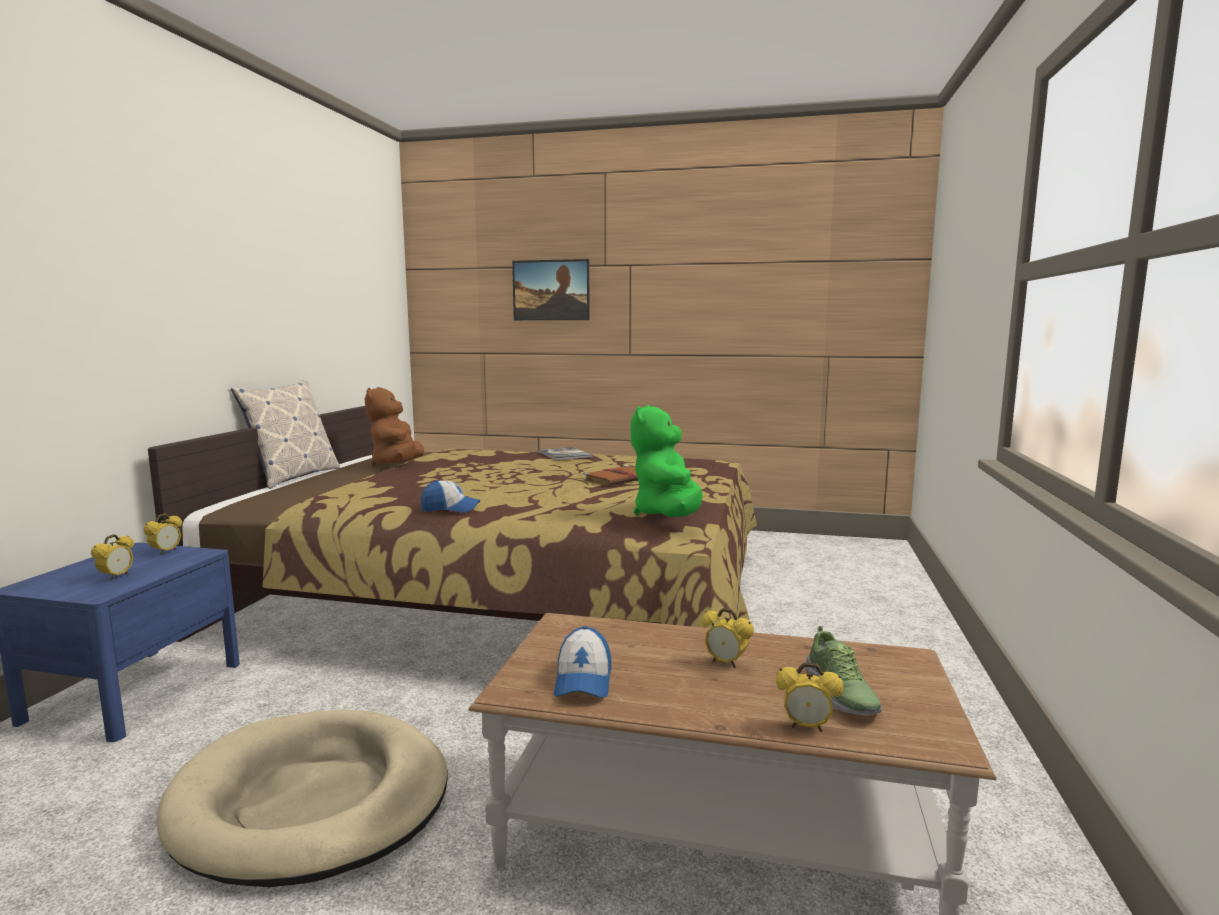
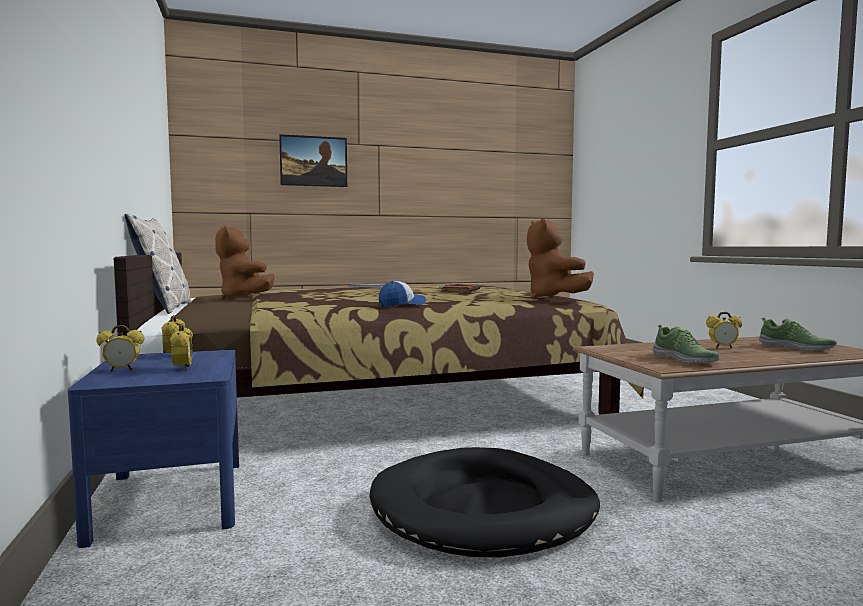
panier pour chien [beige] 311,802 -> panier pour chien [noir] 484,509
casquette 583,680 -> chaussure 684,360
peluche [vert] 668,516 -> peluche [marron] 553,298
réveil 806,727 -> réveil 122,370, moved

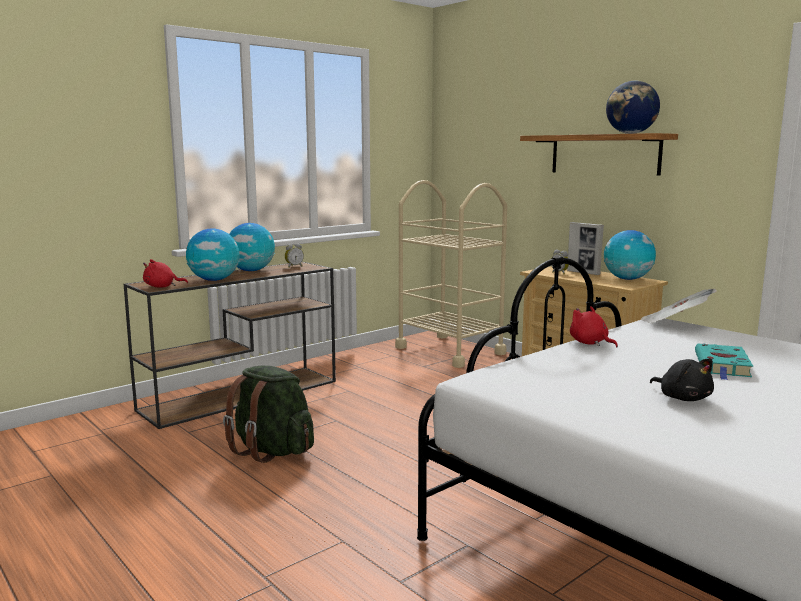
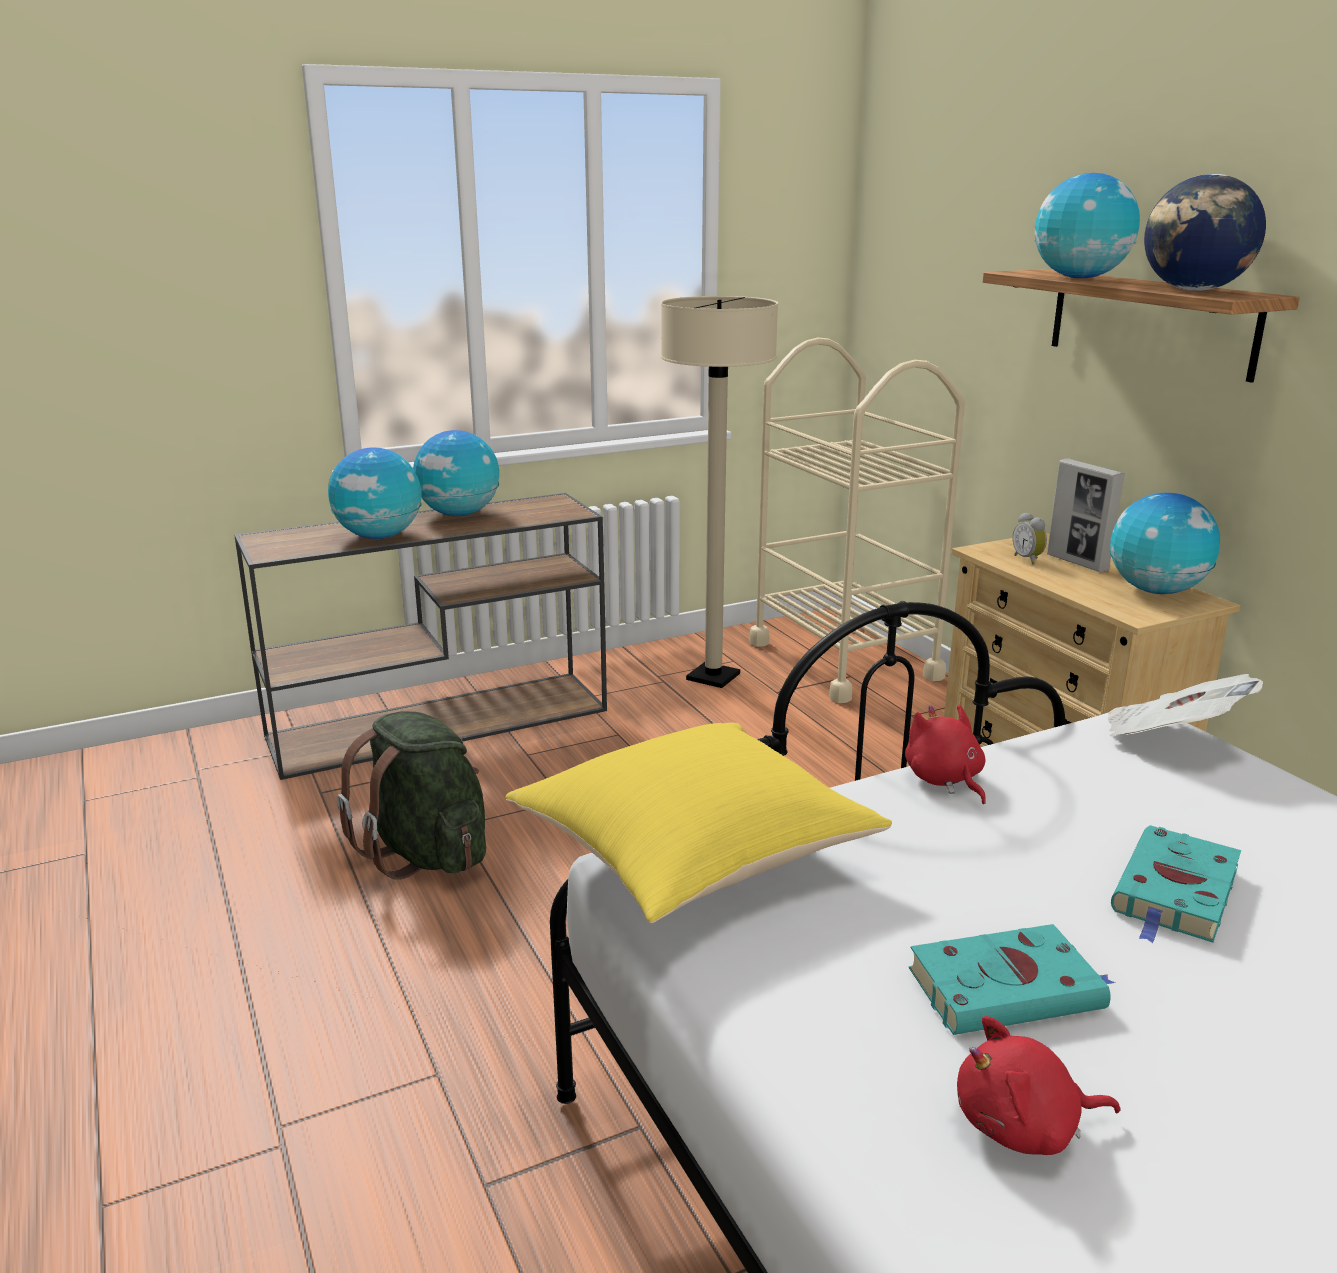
peluche [rouge] 162,287 -> peluche [rouge] 1023,1127, moved
réveil 294,266 -> none
peluche [noir] 683,398 -> livre [turquoise] 1009,988
none -> coussin [jaune] 694,862
none -> lampadaire [beige] 713,677
none -> globe 1080,278

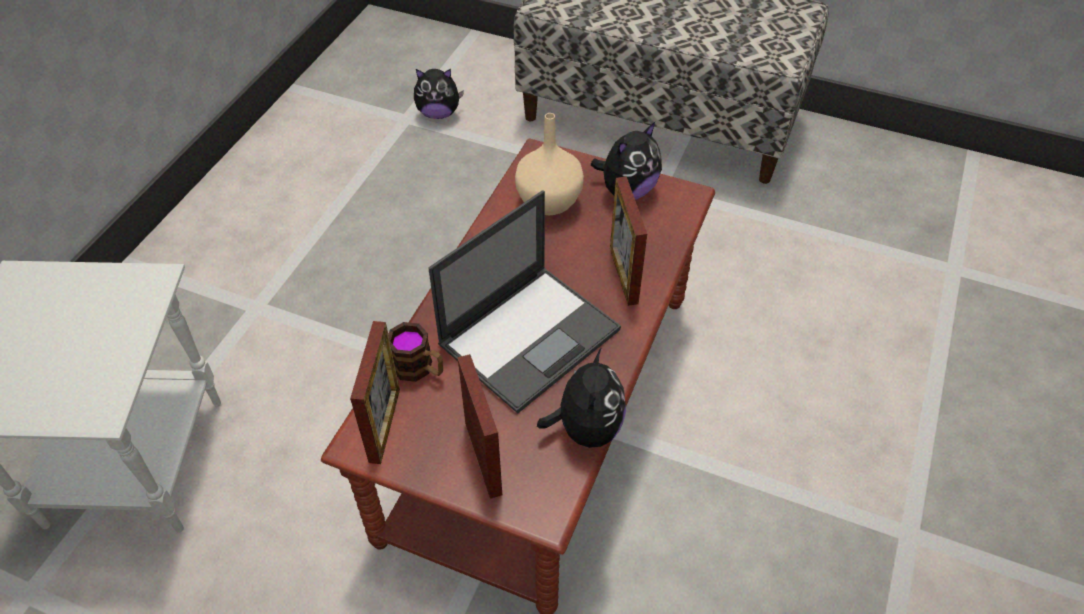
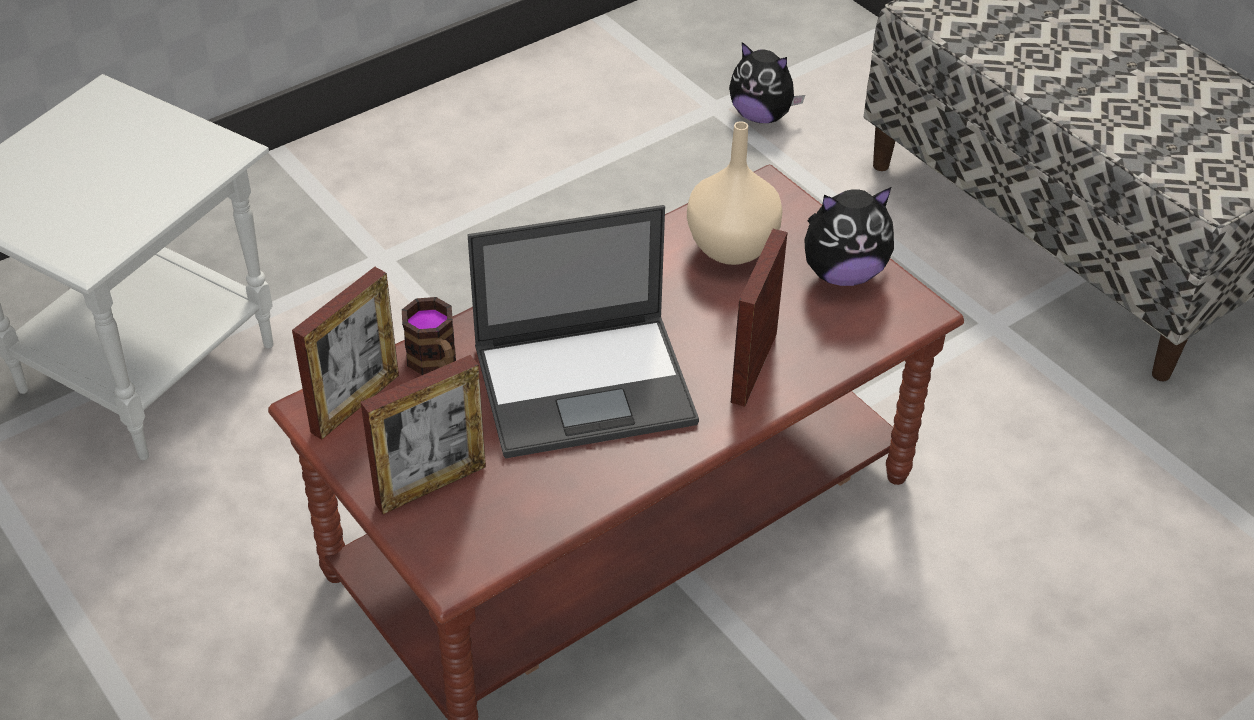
cadre photo 483,458 -> cadre photo 431,485, 45 degrees clockwise
peluche 586,428 -> none

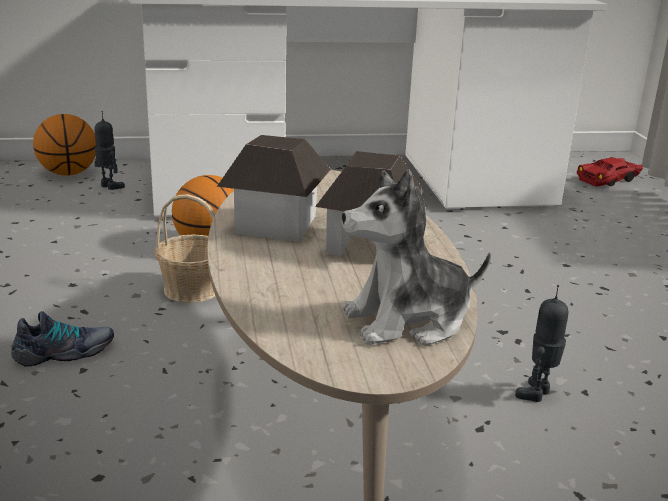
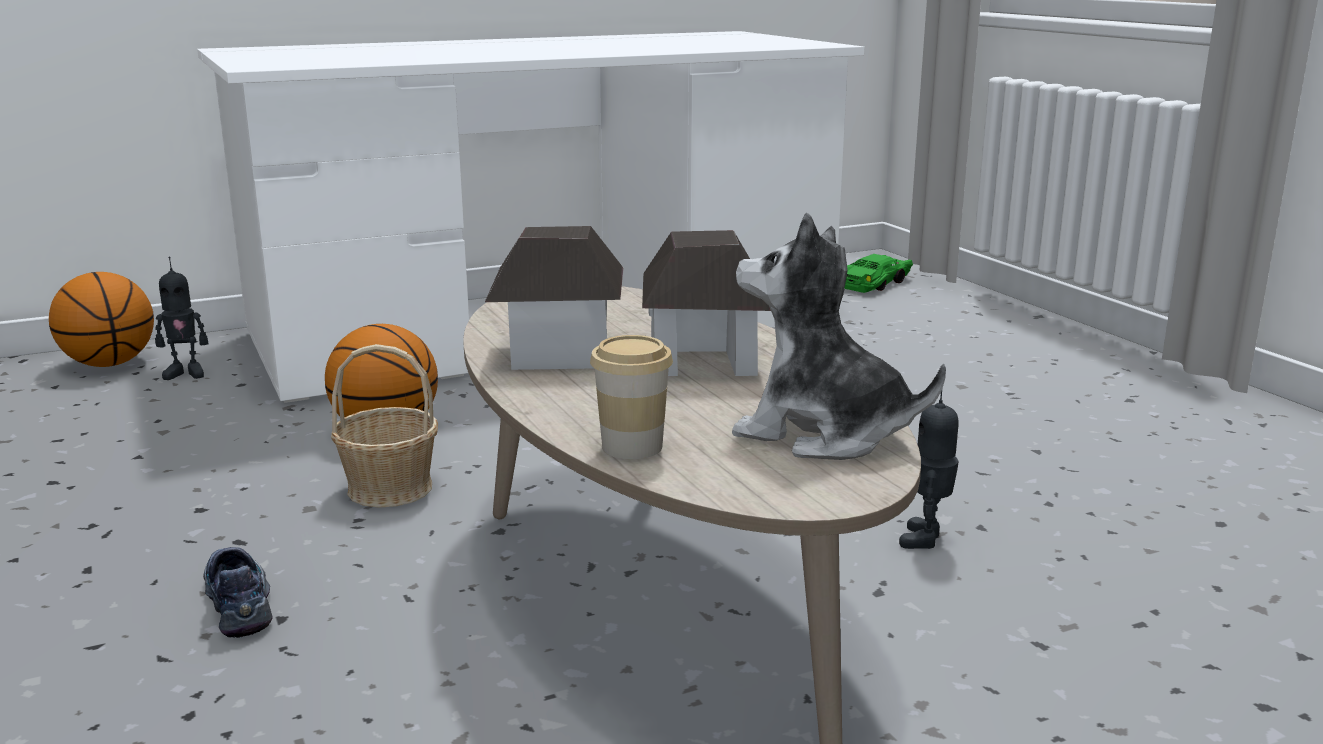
chaussure 65,353 -> chaussure 240,601, 75 degrees counterclockwise
robot jouet 109,187 -> robot jouet 186,373, 150 degrees clockwise
peluche 408,321 -> peluche 822,434, 60 degrees clockwise
petite voiture [rouge] 609,180 -> petite voiture [vert] 875,284
none -> tasse 632,447

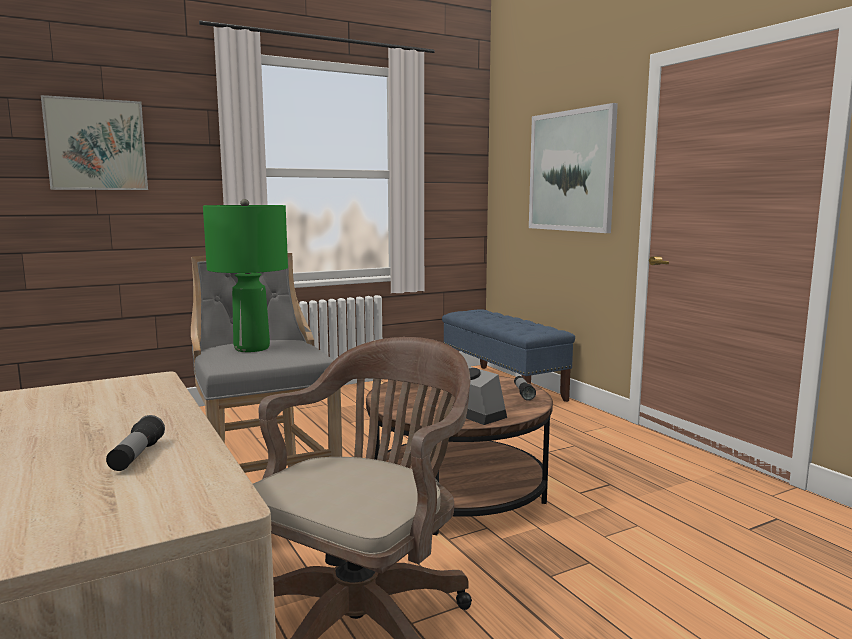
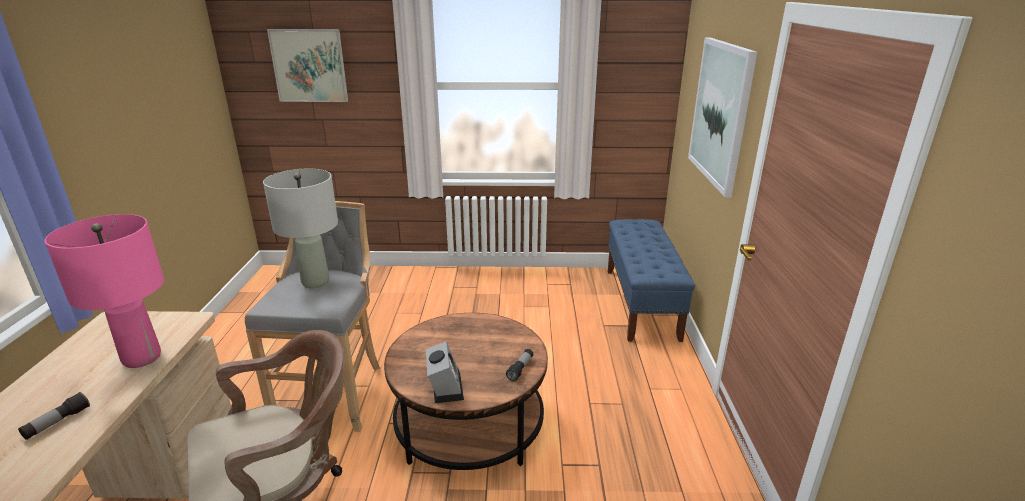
lampe de table [vert] 252,348 -> lampe de table [gris] 316,282
none -> lampe de table [rose] 141,358

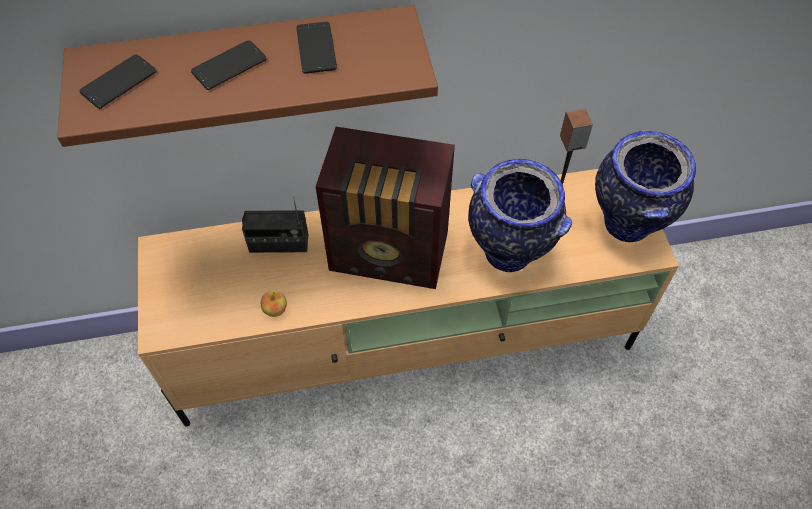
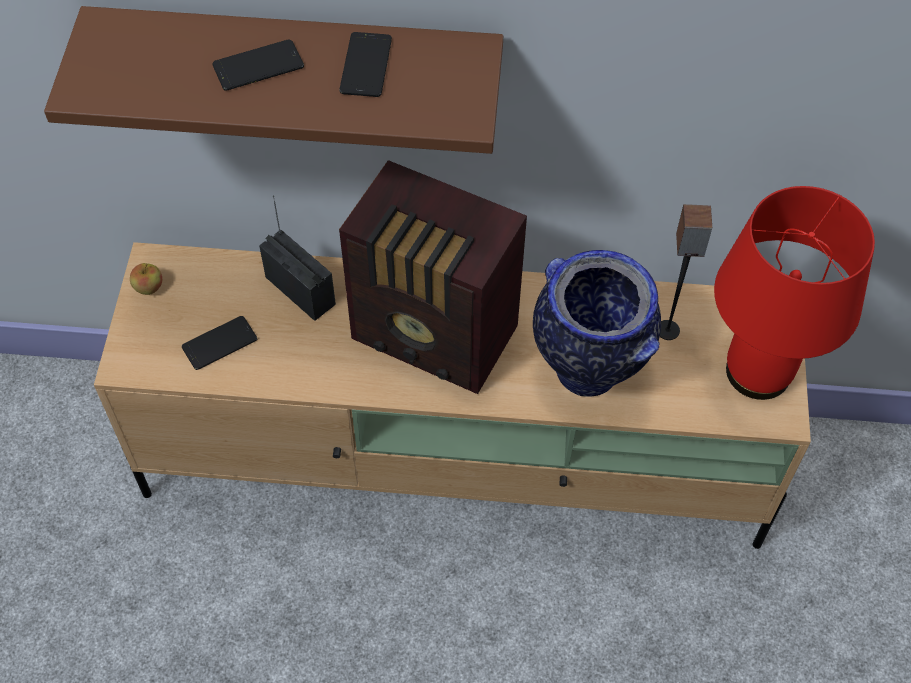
téléphone 119,82 -> téléphone 219,343, moved
radio 279,243 -> radio 300,290, 150 degrees counterclockwise
pomme 275,310 -> pomme 149,287, moved
vase 627,226 -> lampe de table [rouge] 759,373

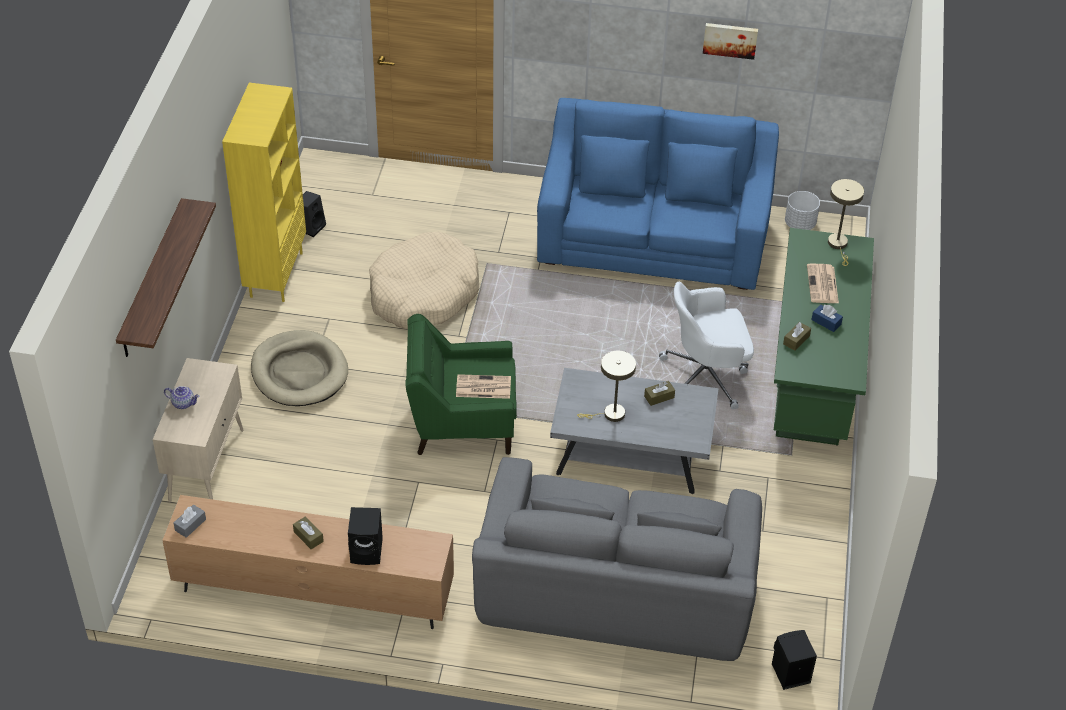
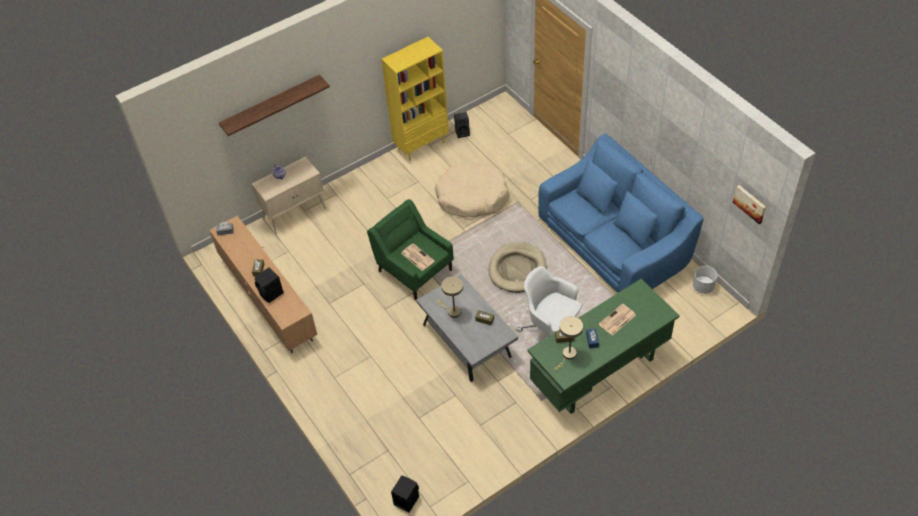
panier pour chien [beige] 299,372 -> panier pour chien [beige] 517,269, moved
canapé [gris] 615,594 -> none
tableau 730,39 -> tableau 750,203, moved
lampe de table [beige] 838,245 -> lampe de table [beige] 568,355, moved

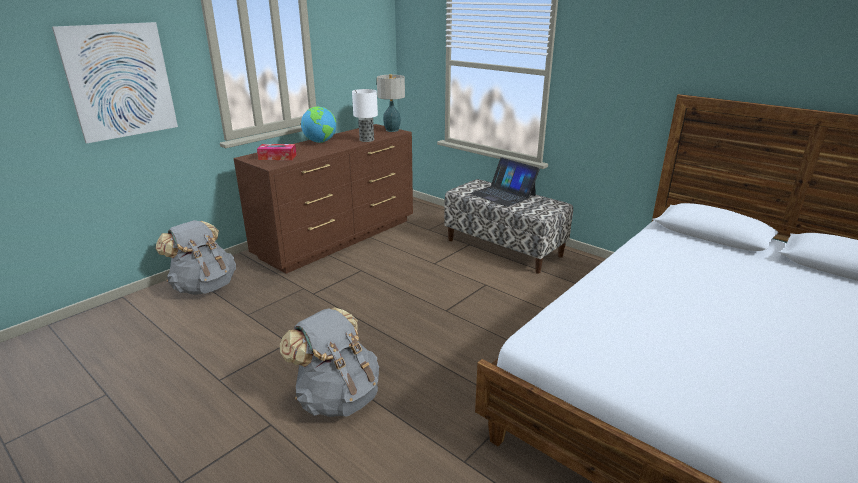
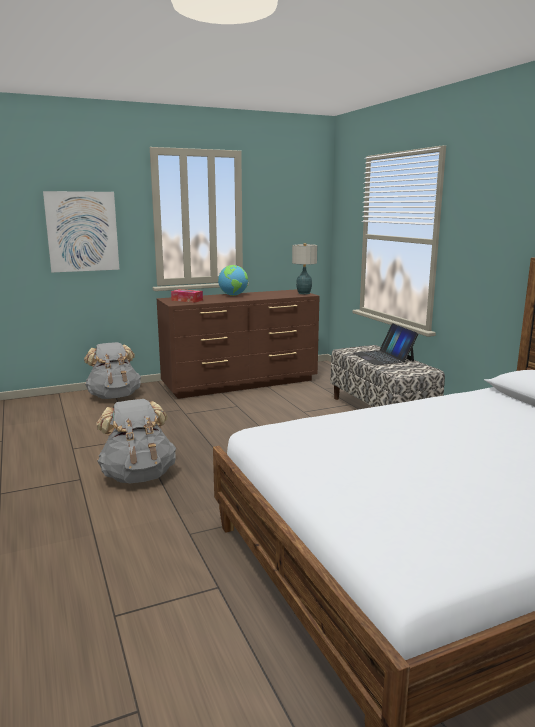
lampe de table 366,140 -> none

